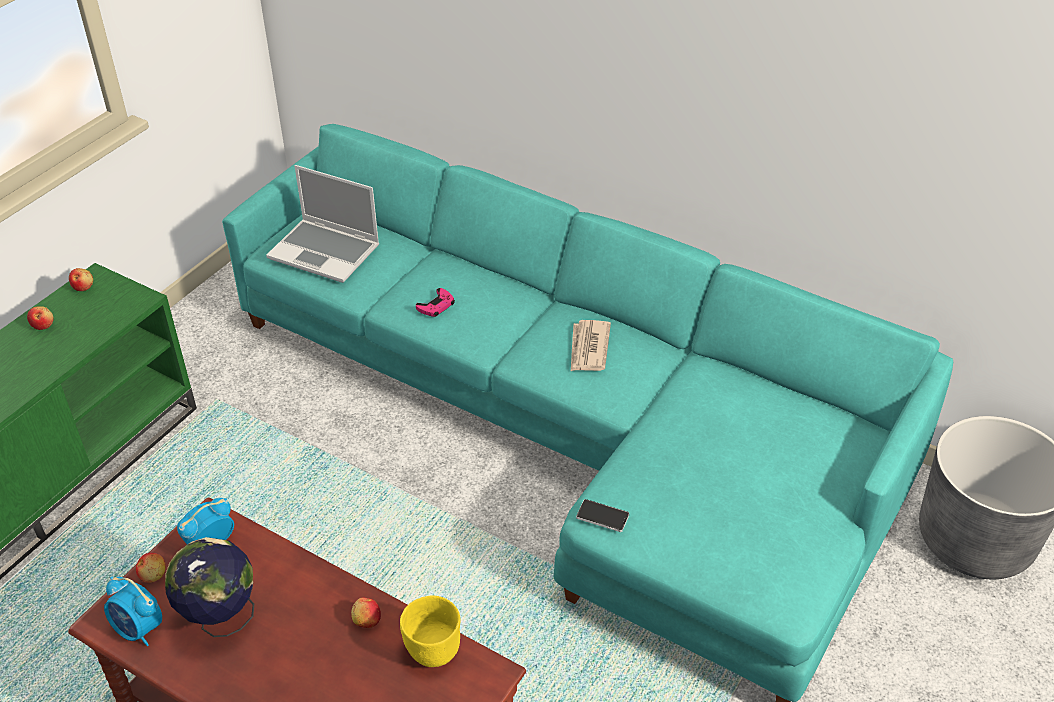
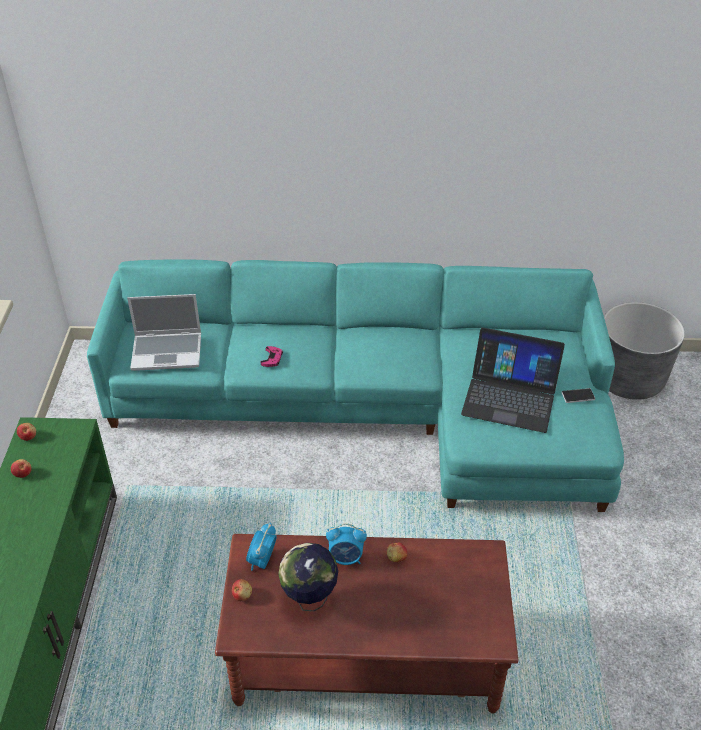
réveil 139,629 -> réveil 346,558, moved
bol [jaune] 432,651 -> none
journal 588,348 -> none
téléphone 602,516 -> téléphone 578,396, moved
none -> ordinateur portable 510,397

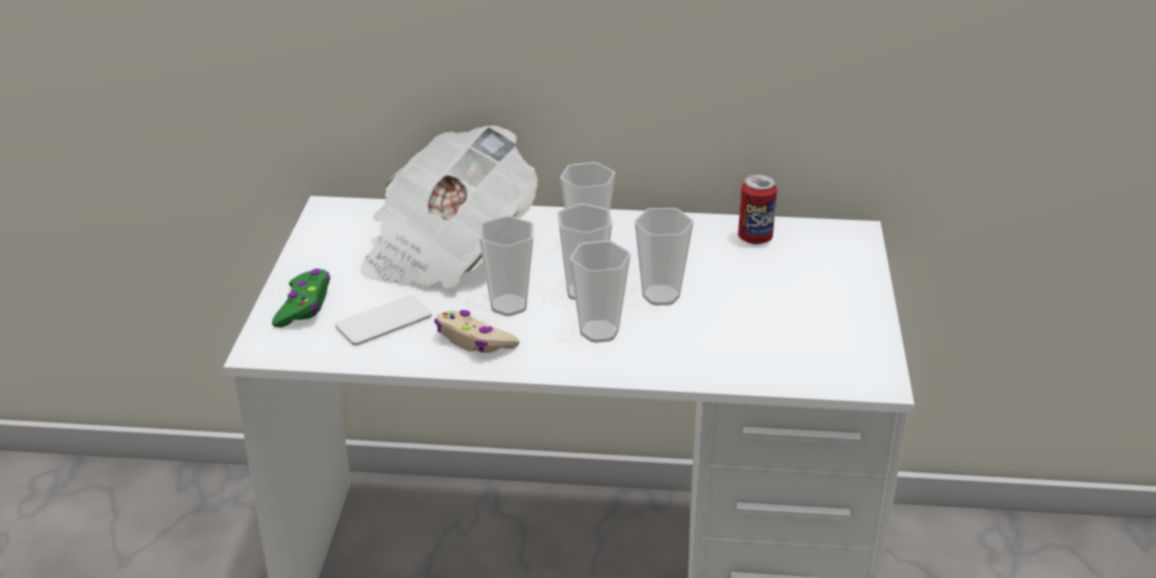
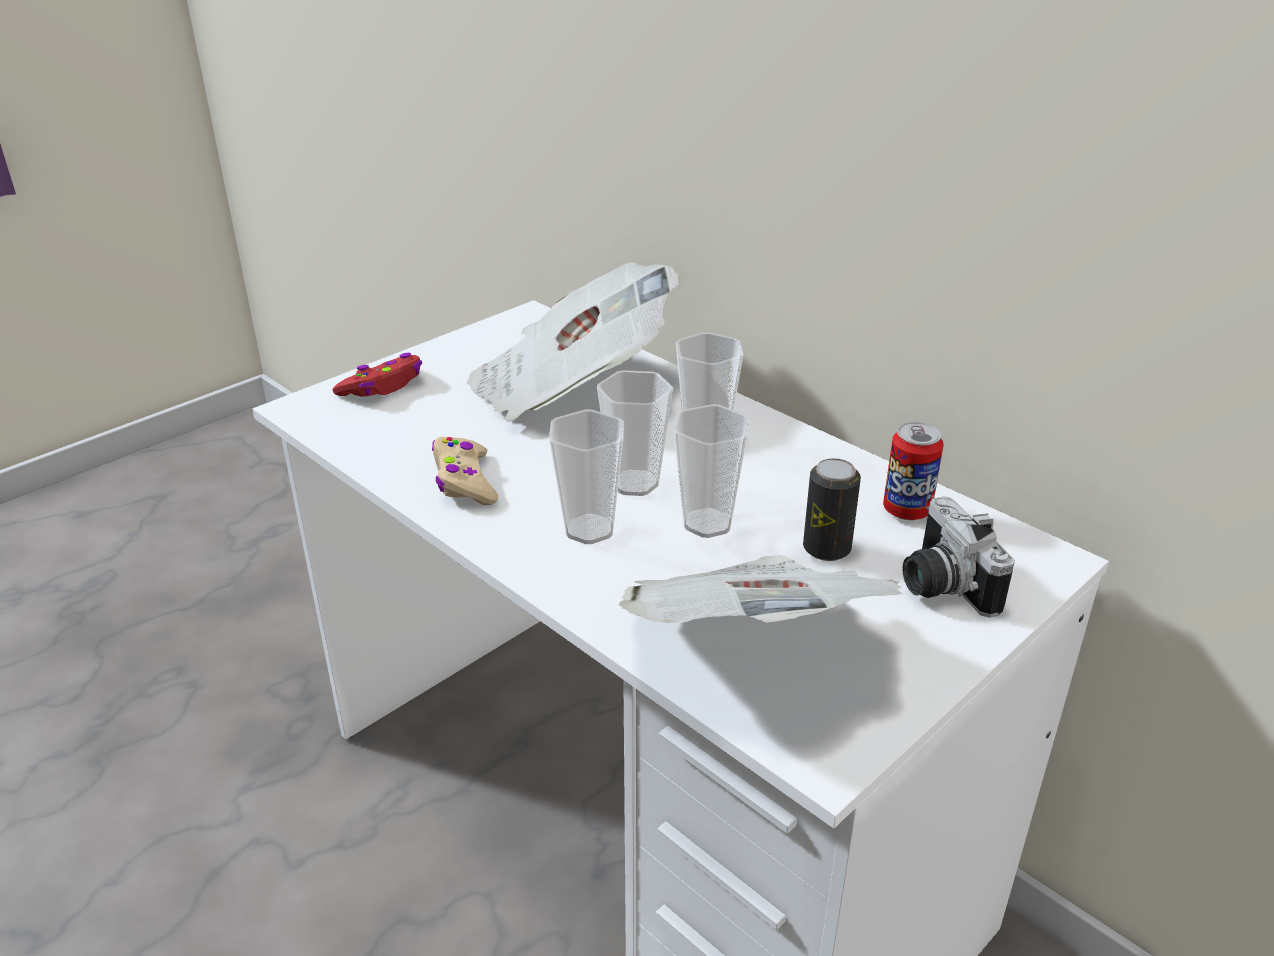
manette [vert] 304,306 -> manette [rouge] 383,386
téléphone 383,322 -> none
tasse 509,305 -> none
none -> journal 752,646
none -> boîte métallique 826,549
none -> appareil photo 940,585

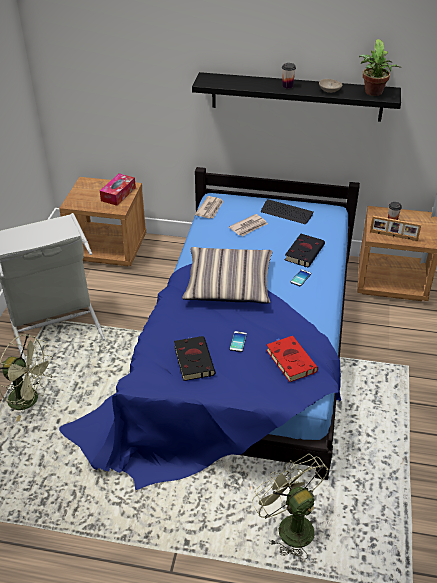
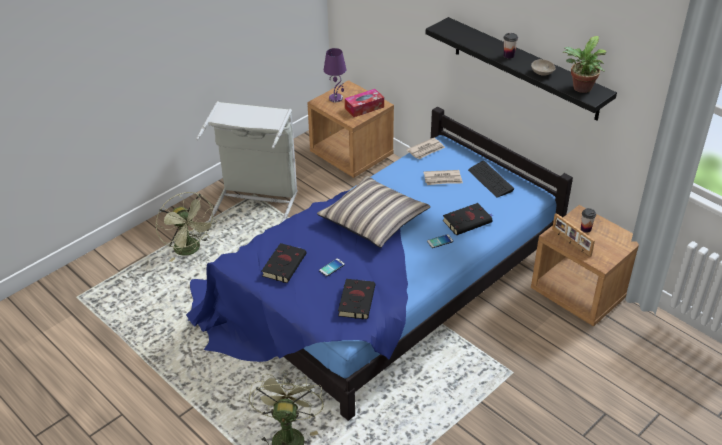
livre [rouge] 290,360 -> livre [noir] 356,300
none -> lampe de table [violet] 336,98

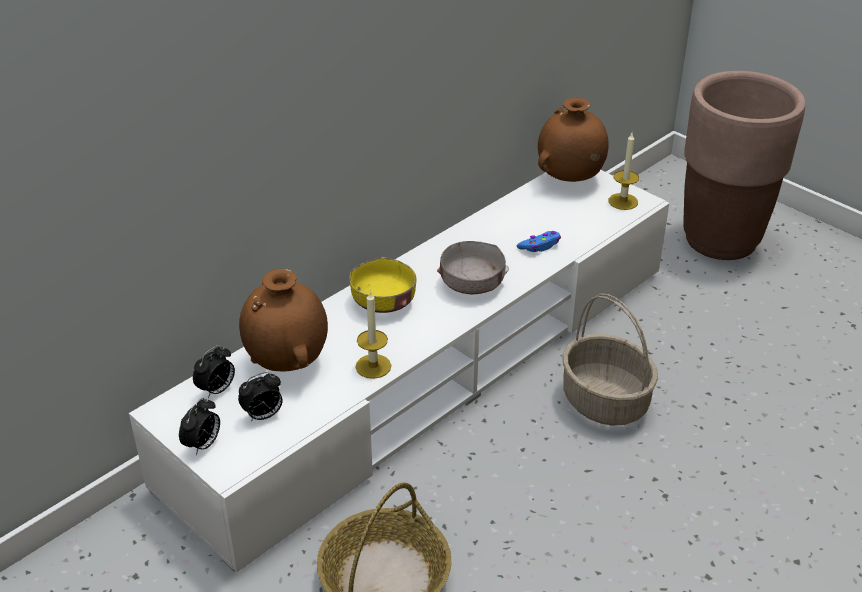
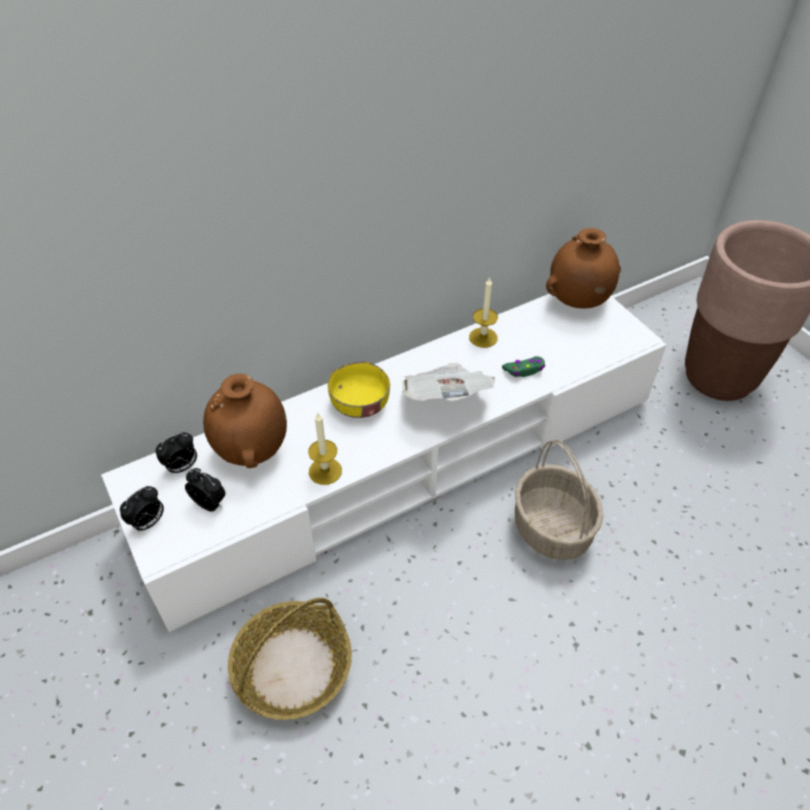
réveil 263,416 -> réveil 210,503, 135 degrees counterclockwise
bol [gris] 471,283 -> journal 446,399
manette [bleu] 540,246 -> manette [vert] 524,370
bougie 623,201 -> bougie 483,337, moved

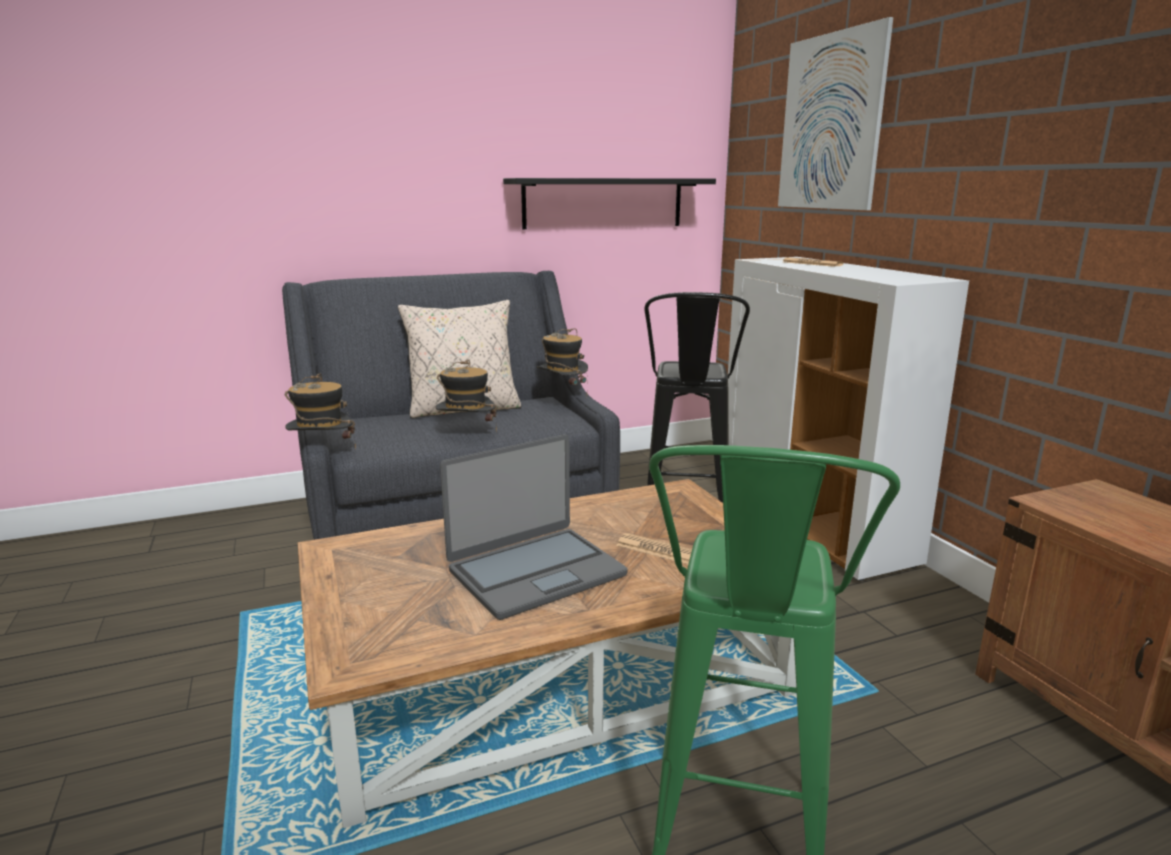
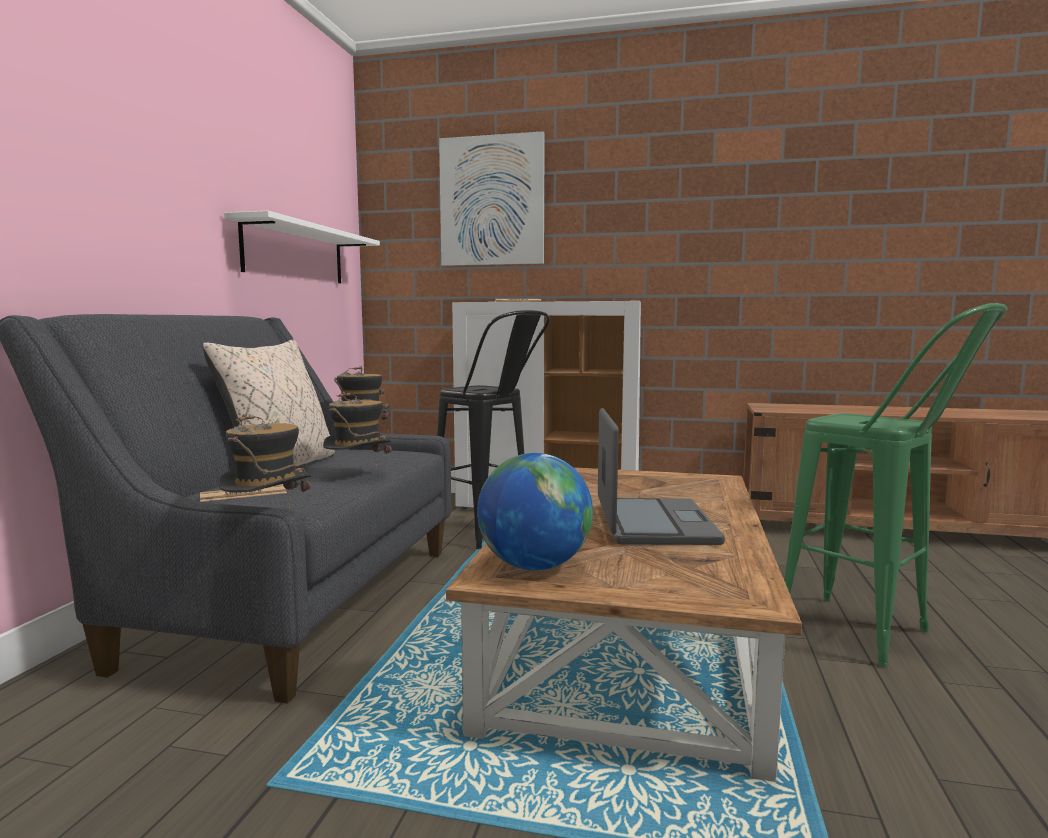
étagère [noir] 603,203 -> étagère [blanc] 295,254
journal 658,550 -> journal 244,494, moved
none -> globe 534,566

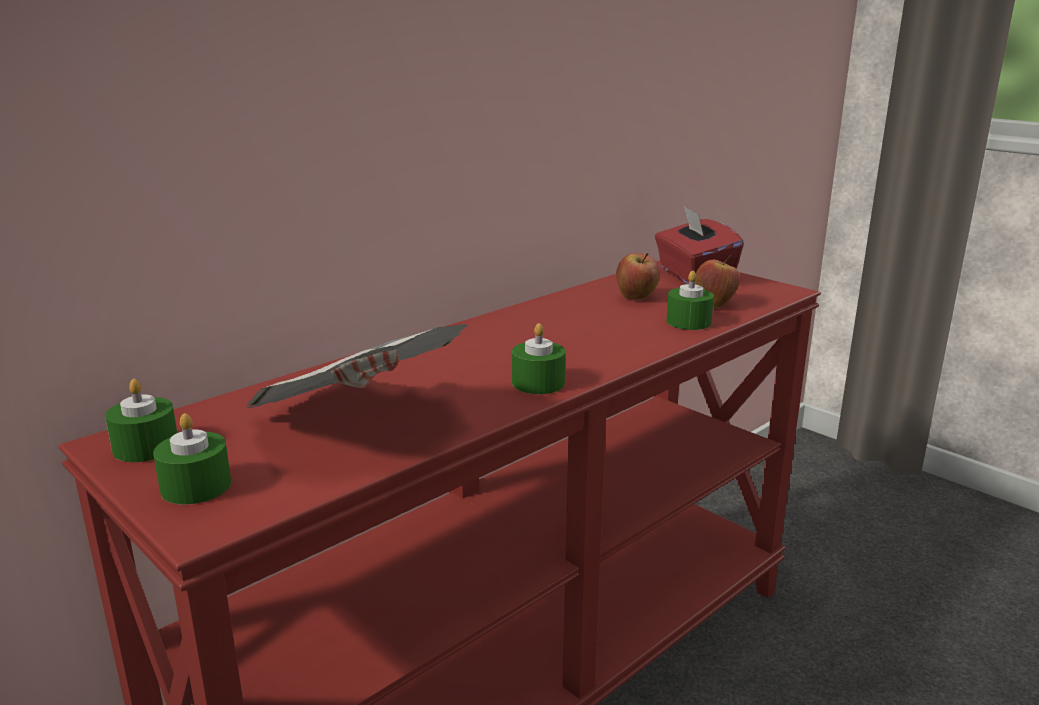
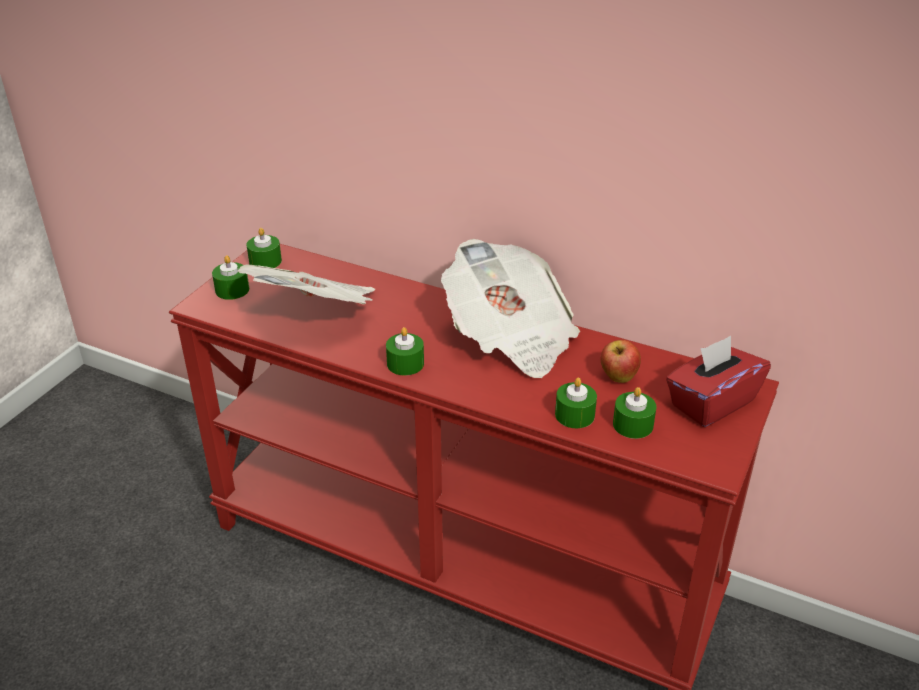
pomme 714,305 -> bougie [vert] 633,425
none -> journal 510,337

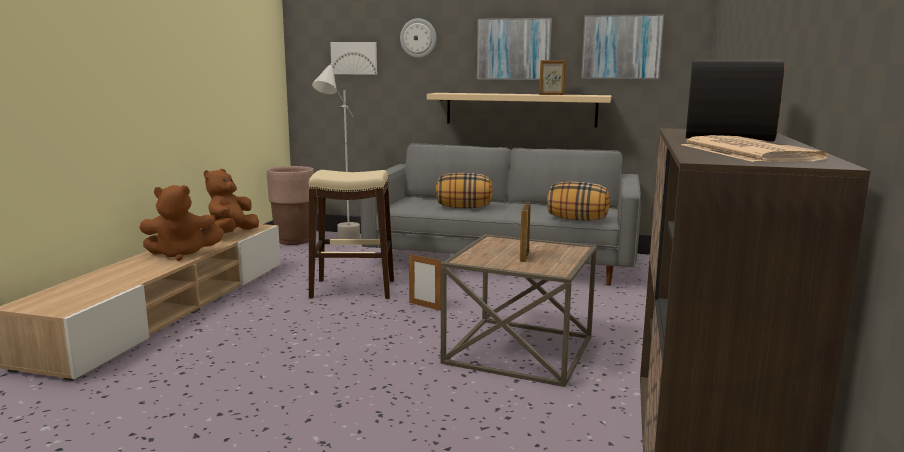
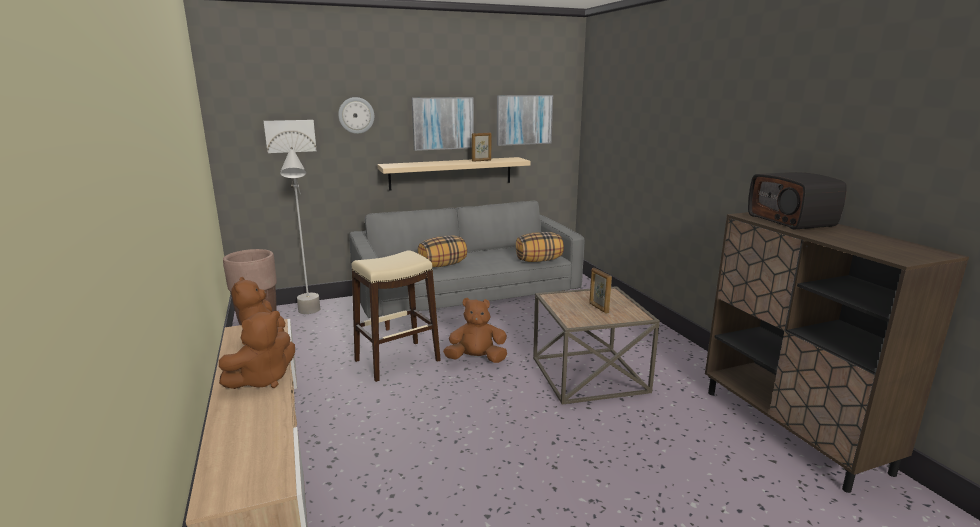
cadre photo 424,306 -> peluche [marron] 476,359
journal 744,152 -> none

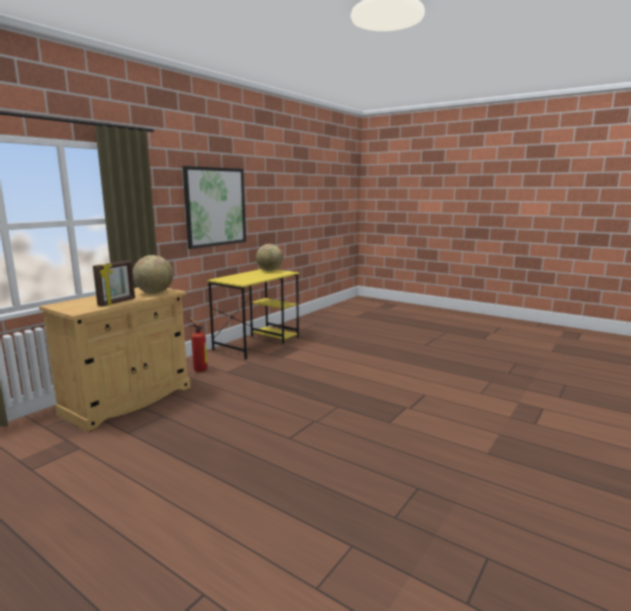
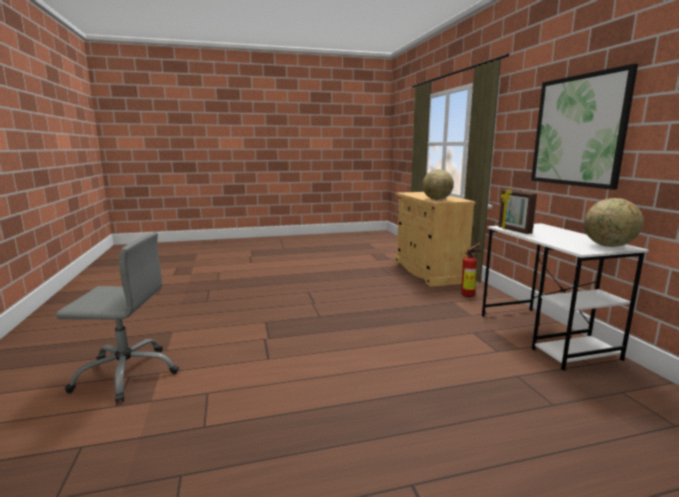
cadre photo 117,302 -> cadre photo 514,230, moved
bureau [jaune] 257,343 -> bureau [blanc] 545,336
none -> chaise de bureau [gris] 127,373

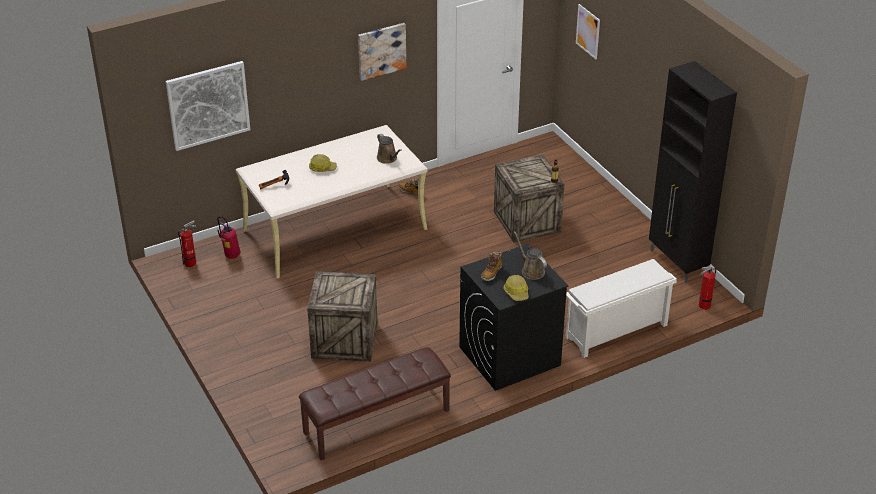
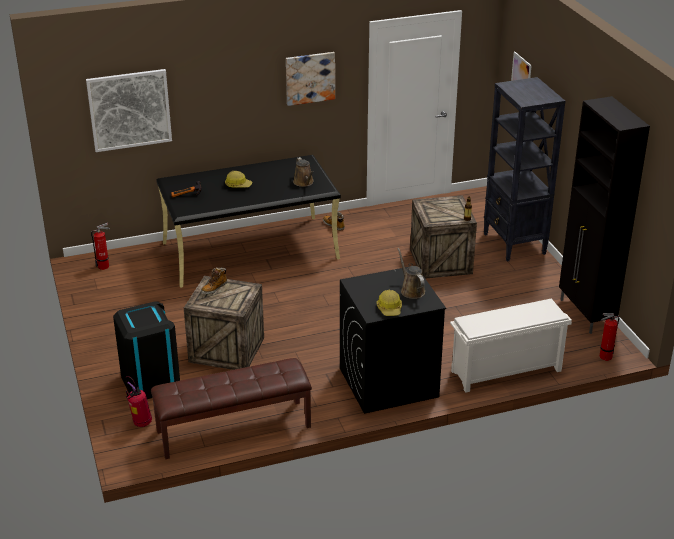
extincteur 231,256 -> extincteur 140,423, moved
bureau [beige] 335,229 -> bureau [noir] 251,250
botte 491,273 -> botte 214,288, moved
none -> poubelle [noir] 150,381
none -> bibliothèque [noir] 514,244

